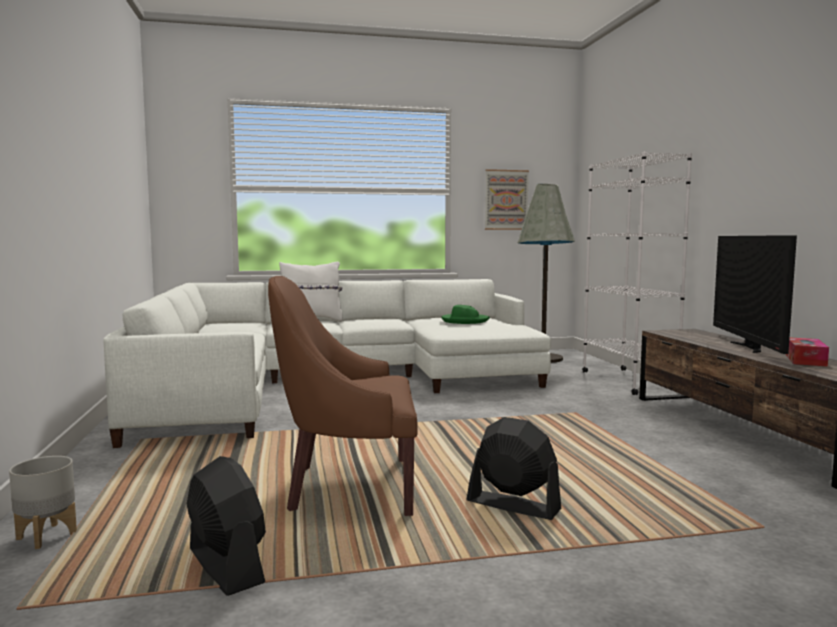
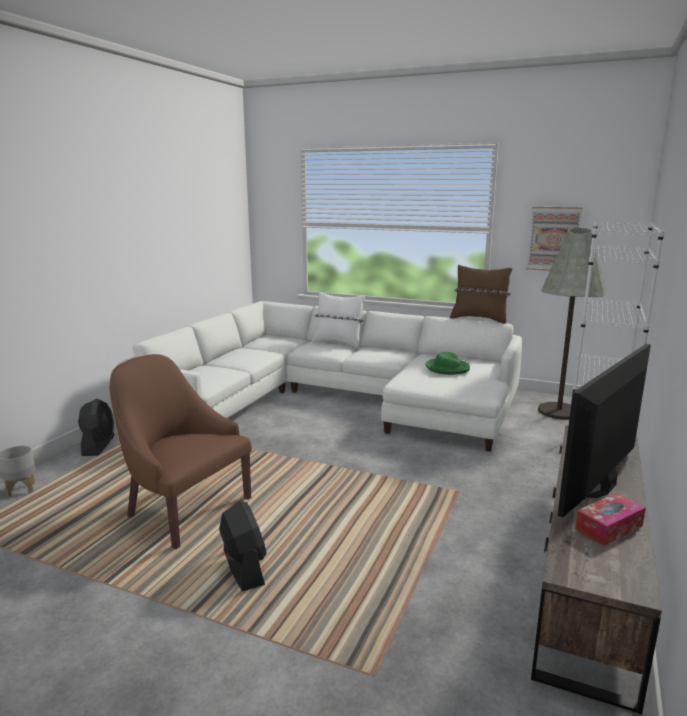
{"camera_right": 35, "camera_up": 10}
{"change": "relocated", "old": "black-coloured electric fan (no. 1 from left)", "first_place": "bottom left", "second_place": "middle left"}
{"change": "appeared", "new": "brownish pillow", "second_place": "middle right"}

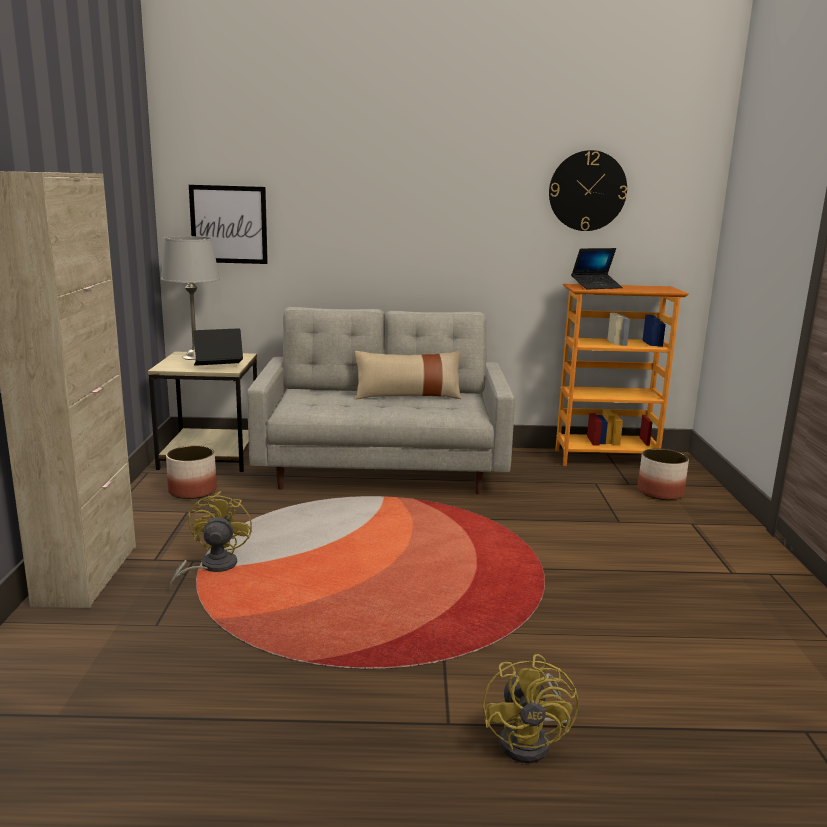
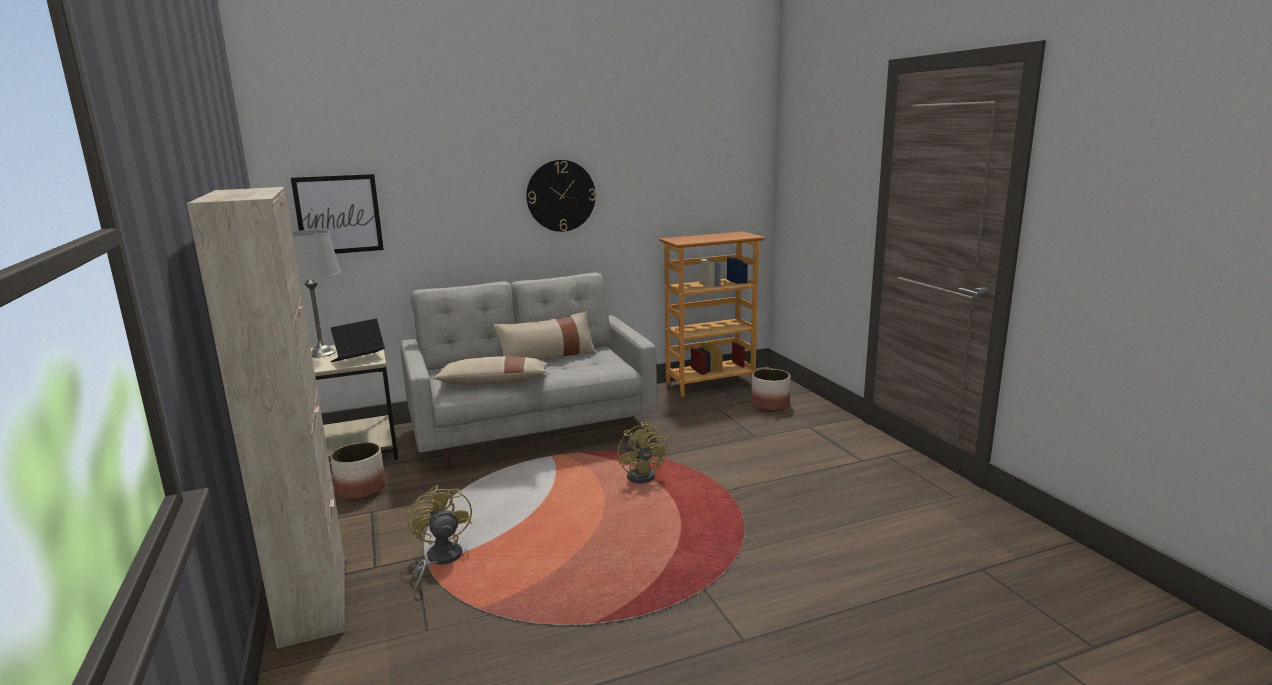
{"camera_right": -20, "camera_up": 0}
{"change": "relocated", "old": "clock on the wall", "first_place": "top right", "second_place": "top centre"}
{"change": "missing", "old": "portable computer (no. 2 from left)", "first_place": "top right"}
{"change": "relocated", "old": "yellow electric fan (no. 2 from left)", "first_place": "bottom centre", "second_place": "centre"}
{"change": "appeared", "new": "beige-coloured pillow (no. 1 from left)", "second_place": "centre"}

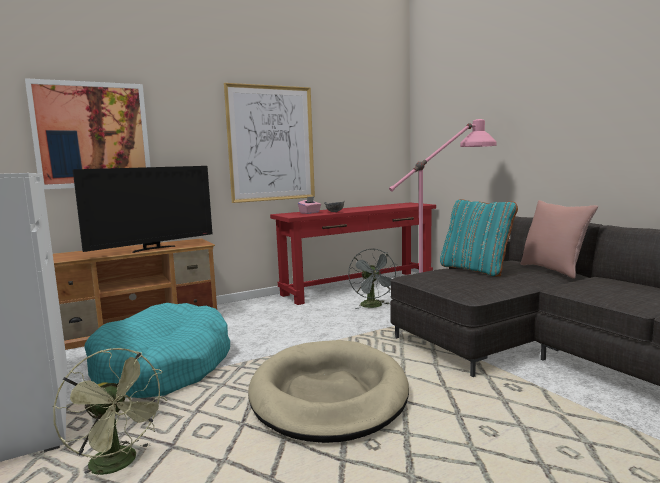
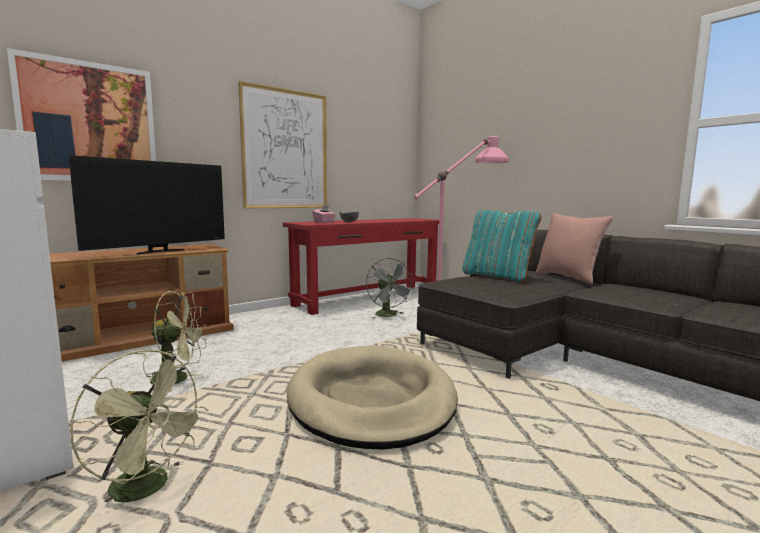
{"camera_right": -10, "camera_up": 0}
{"change": "exchanged", "old": "turquoise-coloured dog bed", "new": "greenish electric fan (no. 2 from left)", "first_place": "bottom left", "second_place": "middle left"}

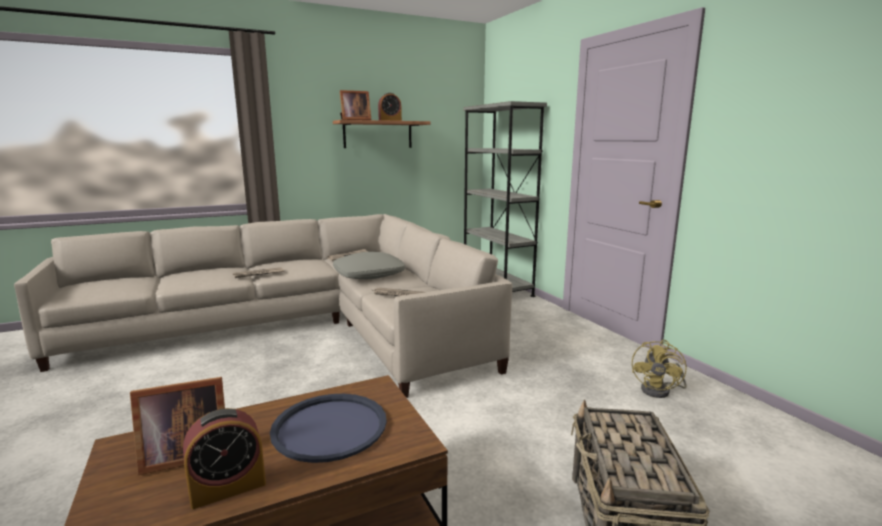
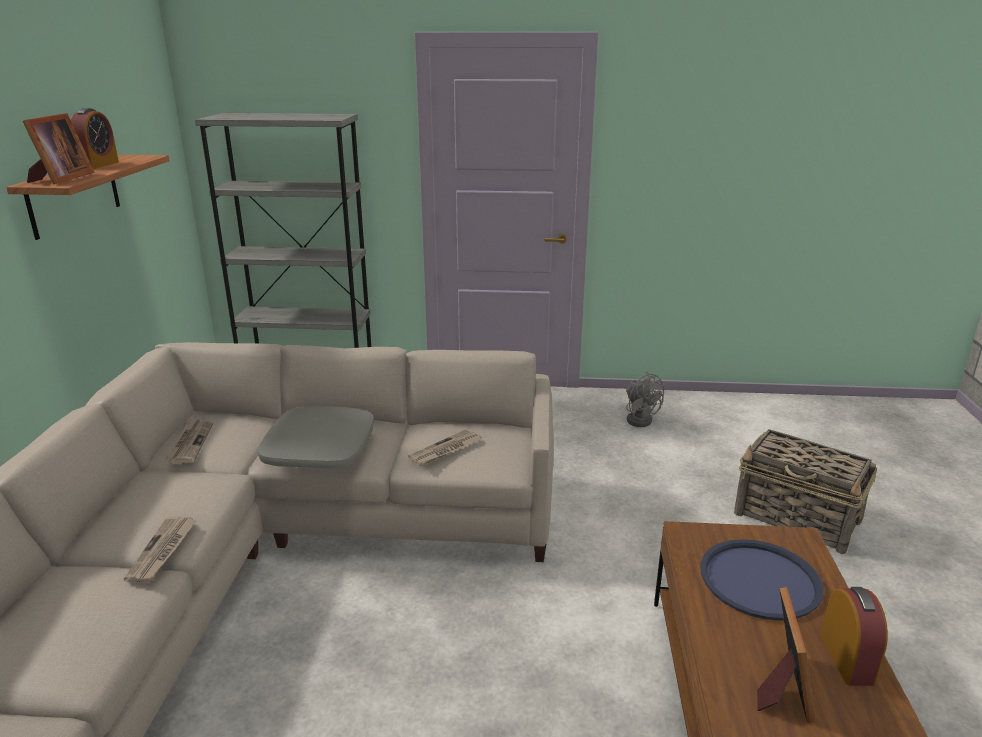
{"camera_right": -60, "camera_up": 10}
{"change": "colour", "old": "yellow electric fan", "new": "grey electric fan", "first_place": "bottom right", "second_place": "centre"}

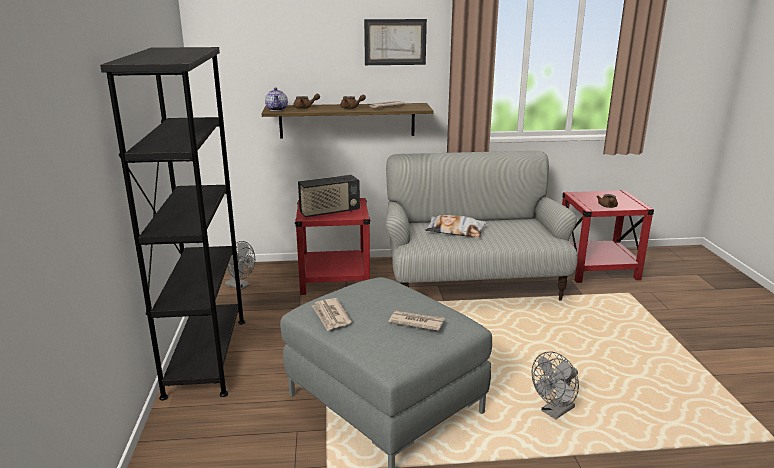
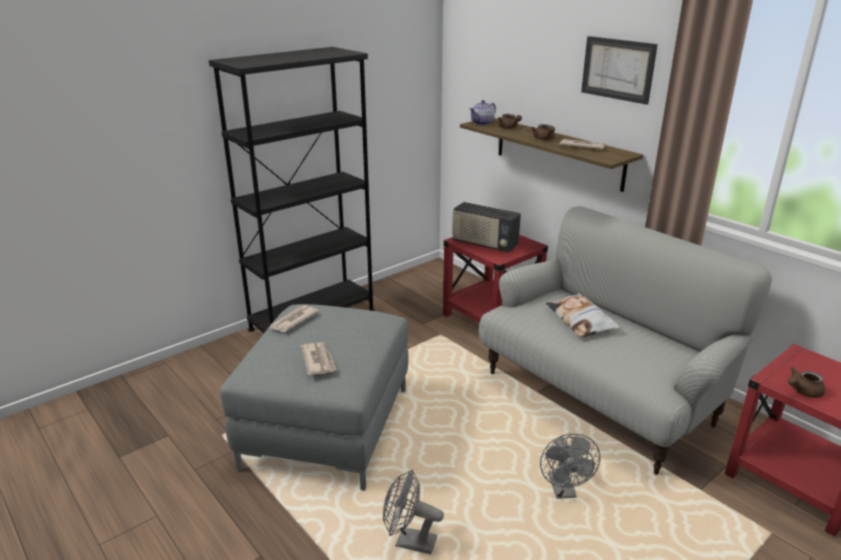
{"camera_right": 55, "camera_up": 5}
{"change": "relocated", "old": "grey electric fan (no. 1 from left in the first image)", "new": "grey electric fan (no. 2 from left)", "first_place": "middle left", "second_place": "bottom right"}

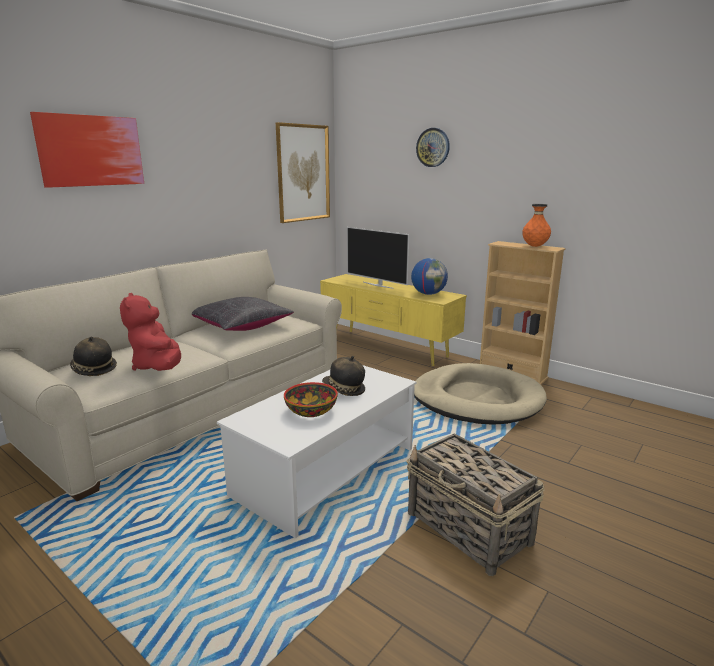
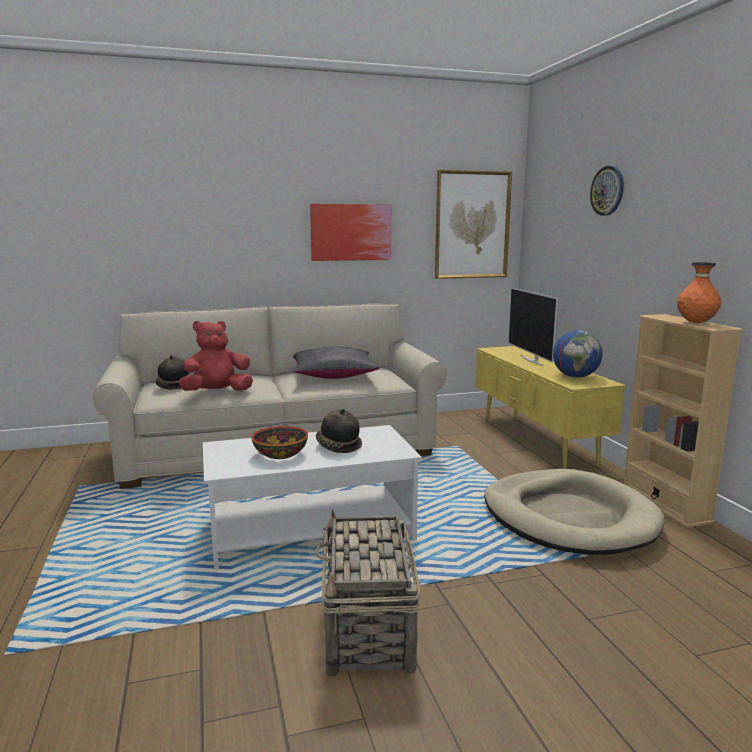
{"camera_right": 35, "camera_up": -5}
{"change": "relocated", "old": "wall art (no. 1 from left)", "first_place": "top left", "second_place": "top centre"}
{"change": "spun", "old": "reddish plush toy", "first_place": "middle left", "second_place": "middle left", "degrees": 45}

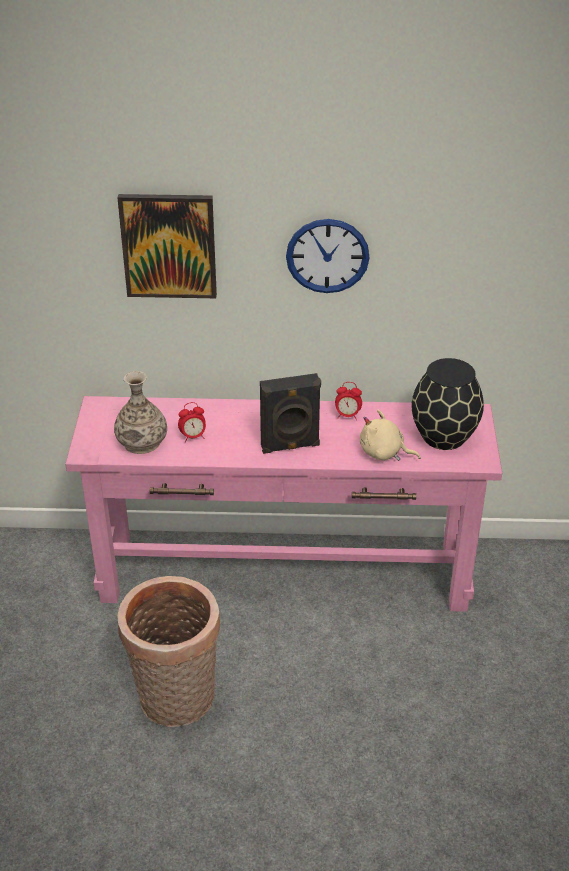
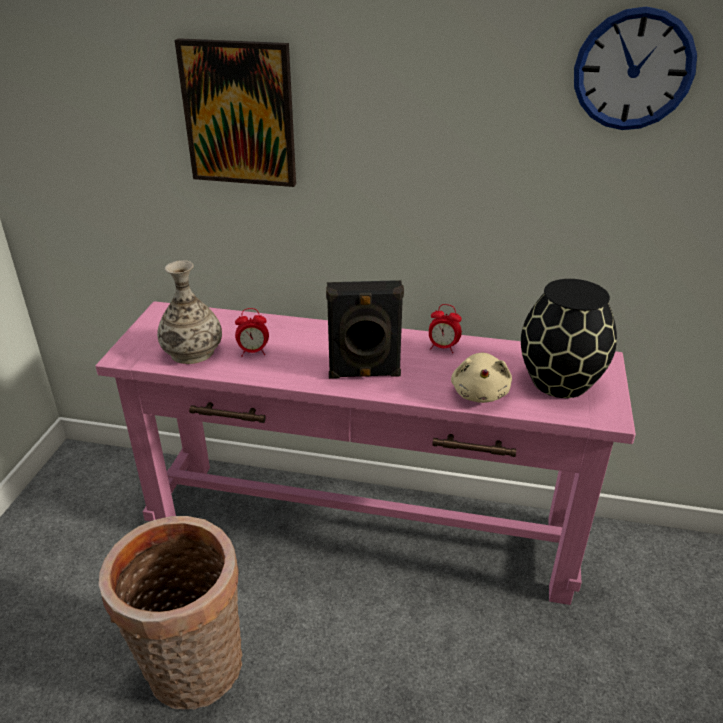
{"camera_right": 10, "camera_up": -5}
{"change": "relocated", "old": "clock on the wall", "first_place": "top centre", "second_place": "top right"}
{"change": "spun", "old": "beige-coloured plush toy", "first_place": "middle right", "second_place": "centre", "degrees": -120}

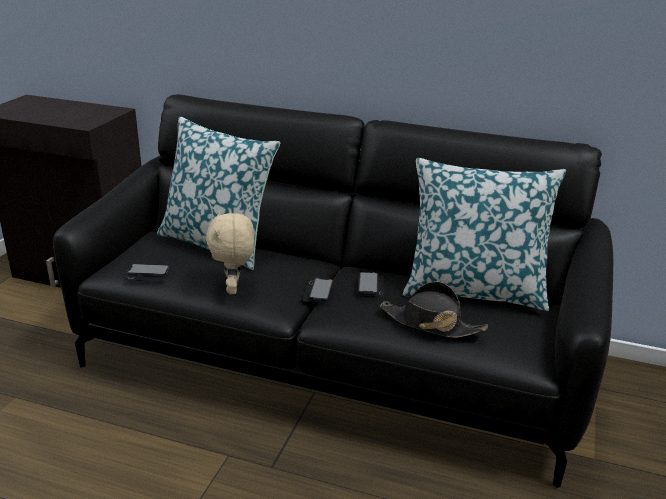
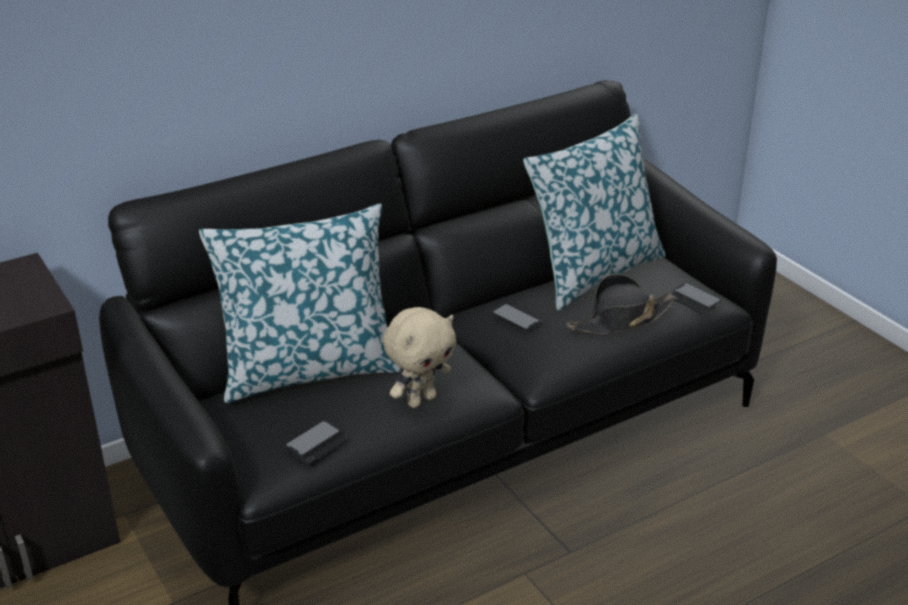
{"camera_right": -50, "camera_up": 5}
{"change": "spun", "old": "beige-coloured plush toy", "first_place": "centre", "second_place": "centre", "degrees": -75}
{"change": "relocated", "old": "handset (no. 2 from left in the first image)", "new": "handset (no. 3 from left)", "first_place": "centre", "second_place": "middle right"}

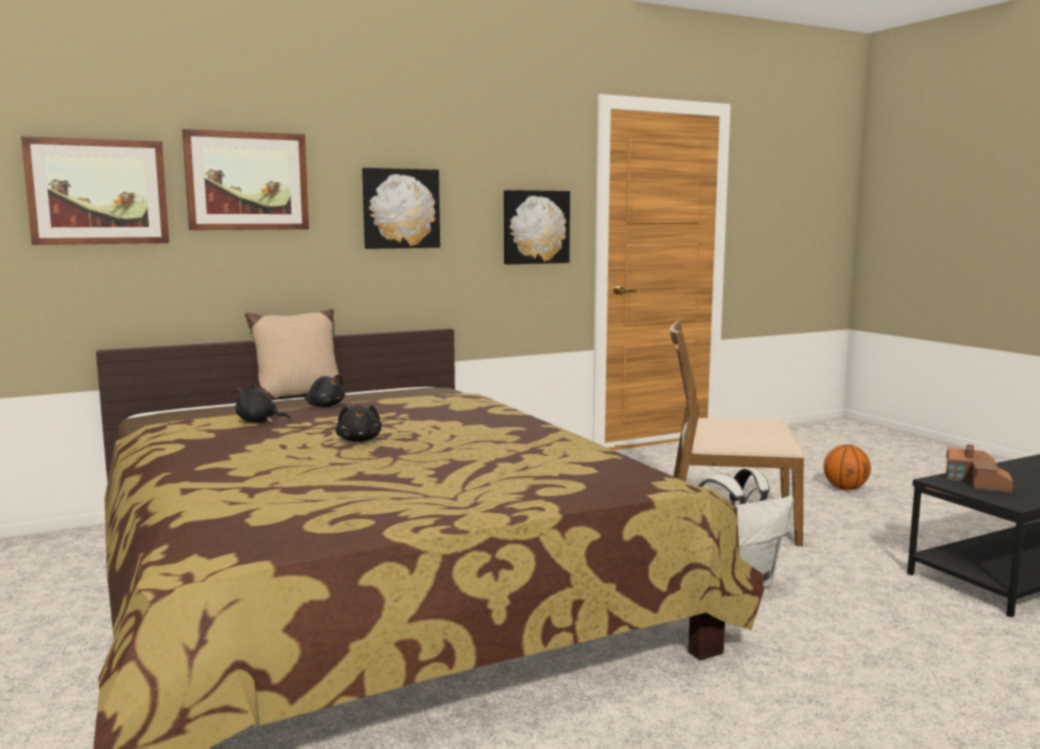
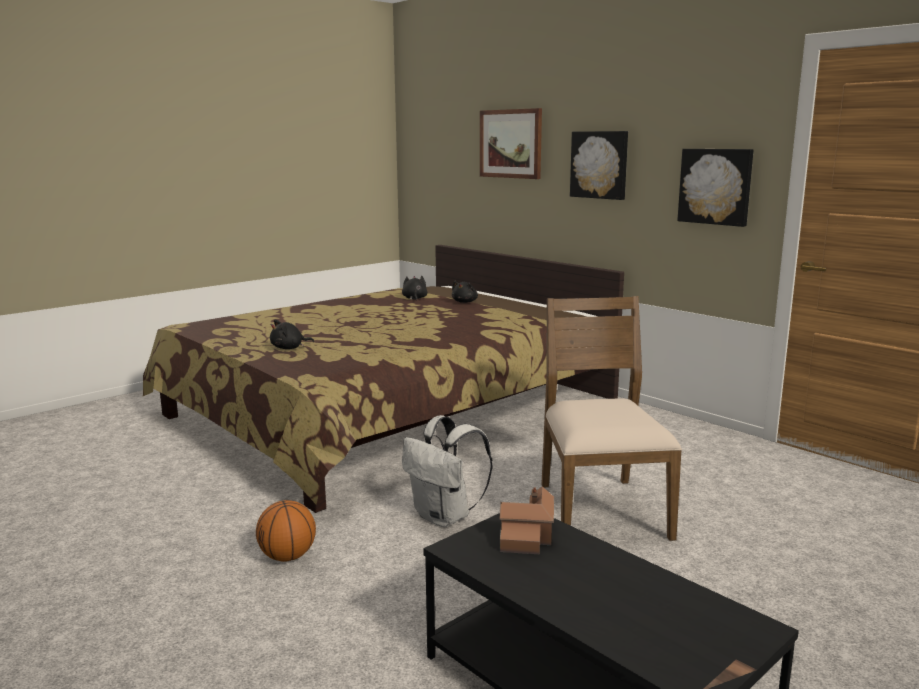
{"camera_right": 75, "camera_up": 5}
{"change": "missing", "old": "wall art (no. 1 from left)", "first_place": "top left"}
{"change": "missing", "old": "beige-coloured pillow", "first_place": "middle left"}
{"change": "relocated", "old": "black-coloured plush toy (no. 3 from left in the first image)", "new": "black-coloured plush toy (no. 1 from left)", "first_place": "centre", "second_place": "middle left"}
{"change": "relocated", "old": "basketball ball", "first_place": "middle right", "second_place": "bottom left"}

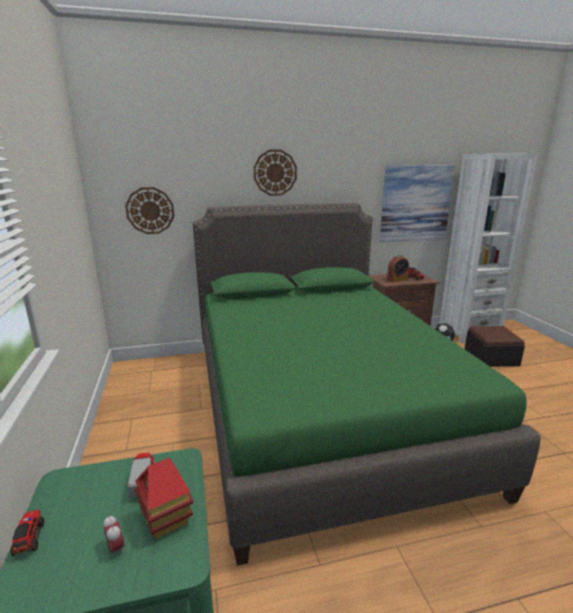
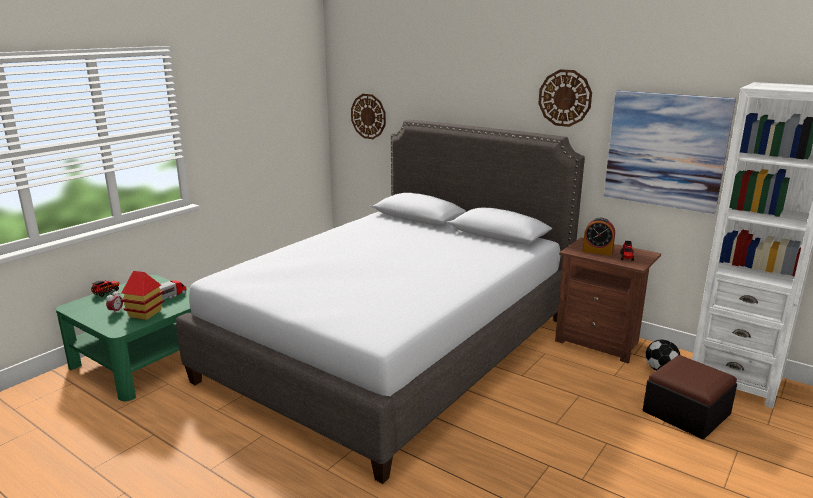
{"camera_right": 50, "camera_up": 0}
{"change": "relocated", "old": "clock on the wall (no. 2 from left)", "first_place": "top centre", "second_place": "top right"}
{"change": "colour", "old": "greenish sleeping bed", "new": "grey sleeping bed", "first_place": "centre", "second_place": "centre"}

